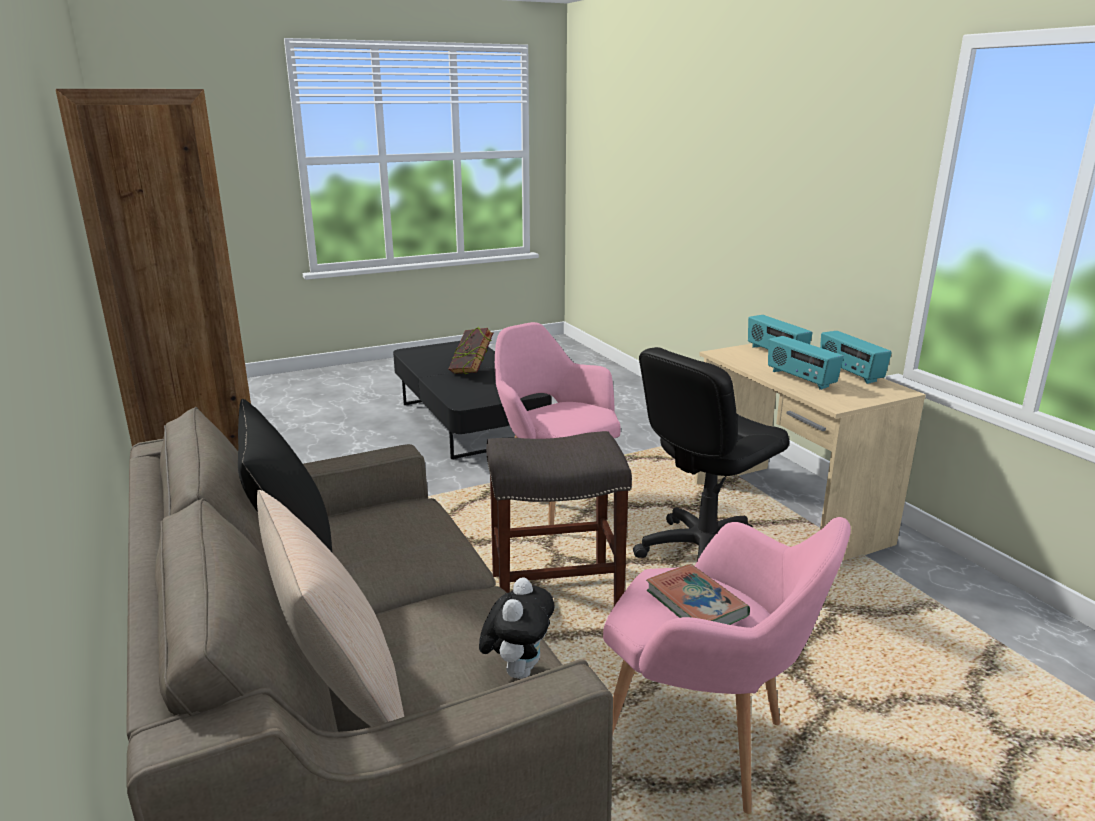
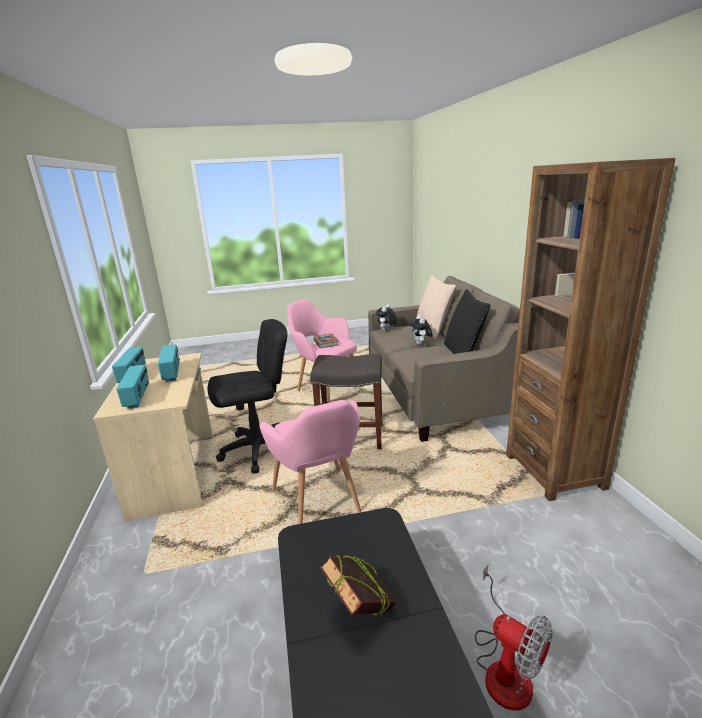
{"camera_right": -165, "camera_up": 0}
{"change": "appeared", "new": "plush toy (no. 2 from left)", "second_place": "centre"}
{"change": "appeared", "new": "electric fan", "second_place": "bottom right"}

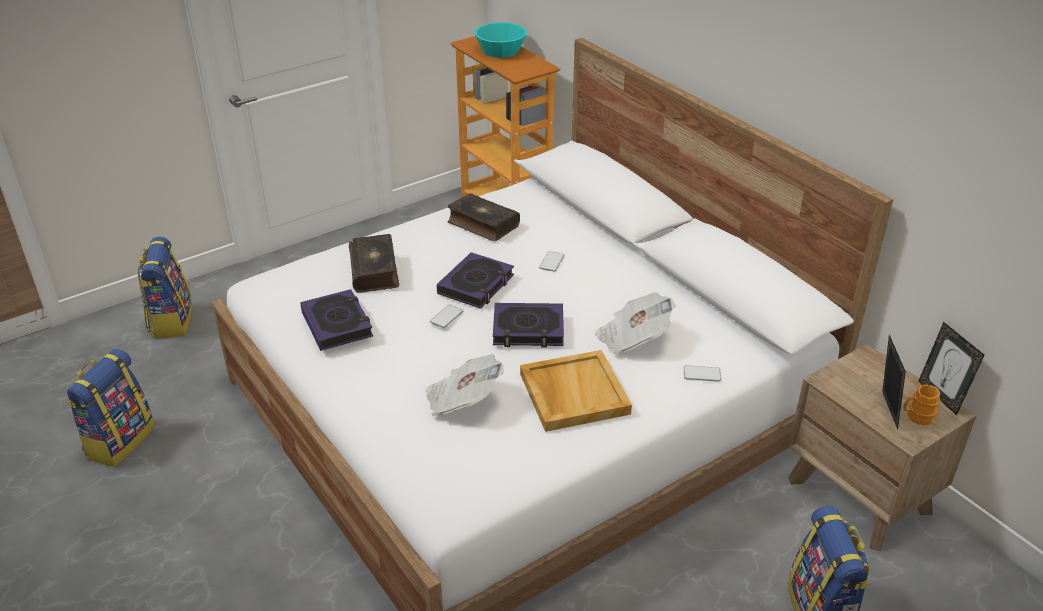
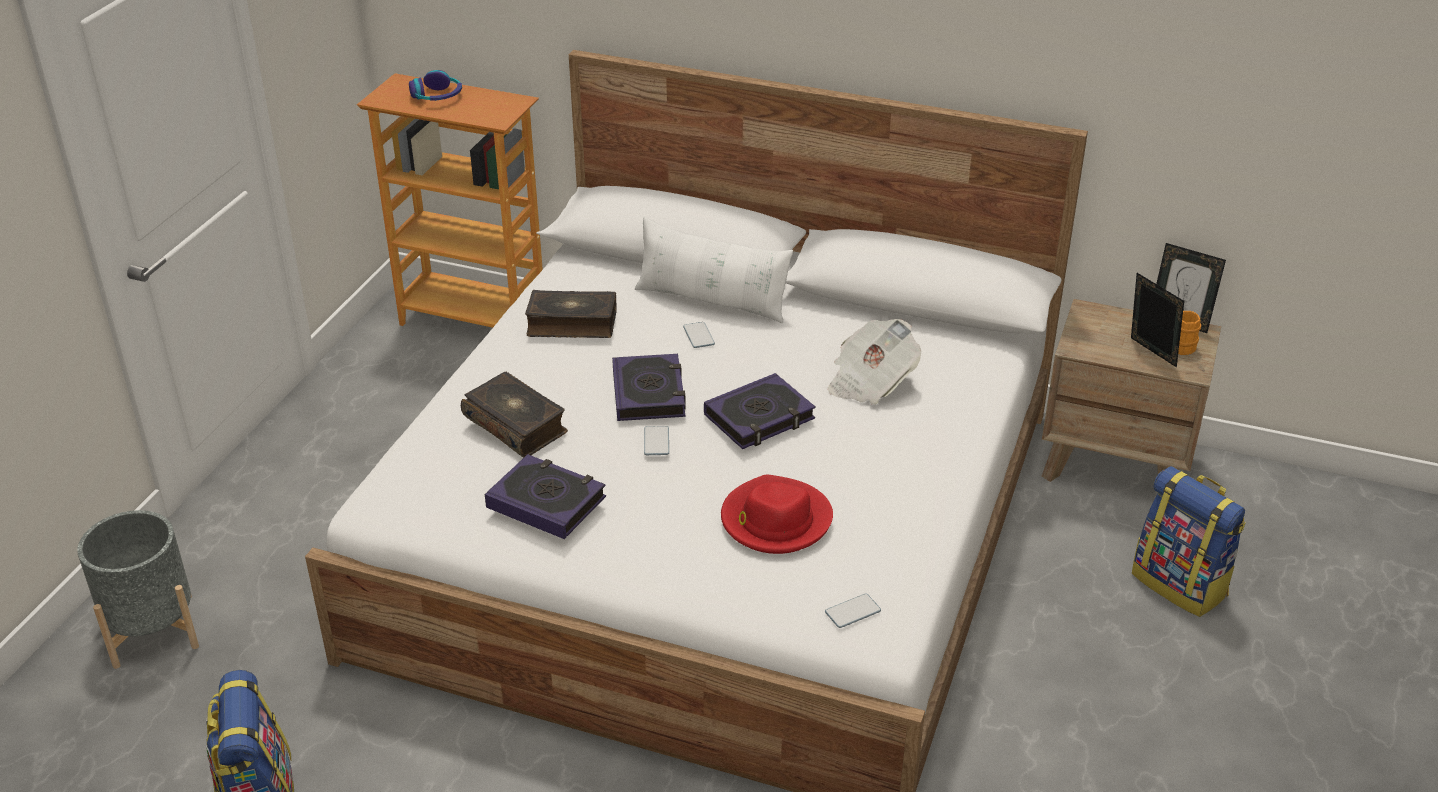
{"camera_right": -35, "camera_up": 0}
{"change": "exchanged", "old": "turquoise-coloured deep dish", "new": "pair of headphones", "first_place": "top centre", "second_place": "top left"}
{"change": "exchanged", "old": "backpack (no. 2 from left)", "new": "grey planter", "first_place": "middle left", "second_place": "bottom left"}
{"change": "missing", "old": "beige-coloured serving tray", "first_place": "centre"}
{"change": "exchanged", "old": "newspaper (no. 1 from left)", "new": "reddish hat", "first_place": "centre", "second_place": "centre"}
{"change": "relocated", "old": "handset (no. 3 from left)", "first_place": "middle right", "second_place": "bottom centre"}
{"change": "appeared", "new": "white-coloured pillow", "second_place": "centre"}

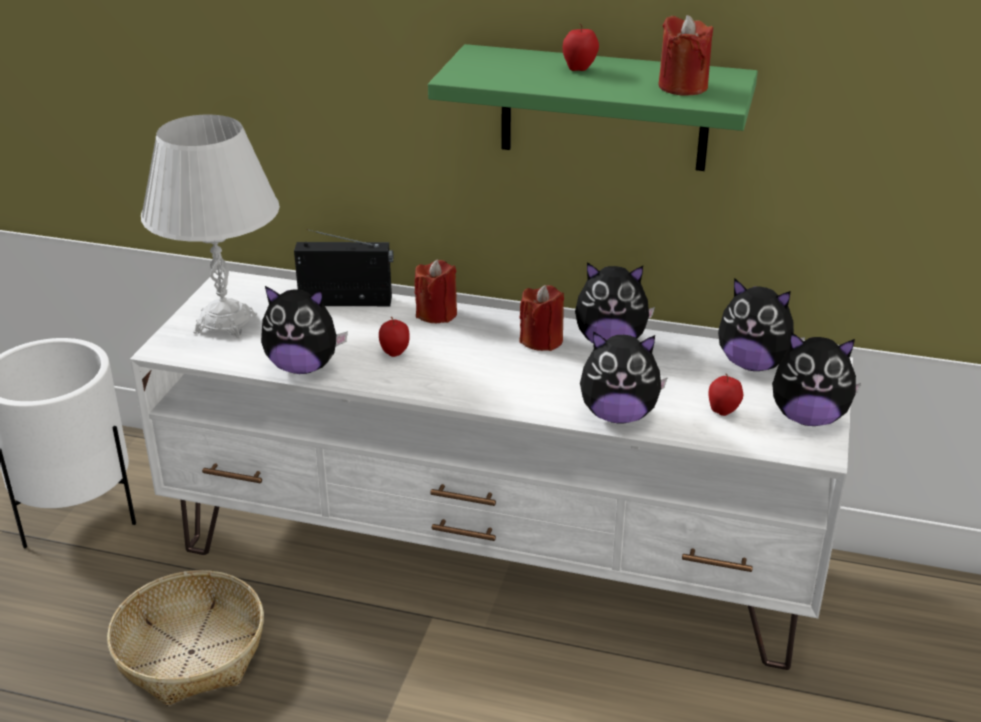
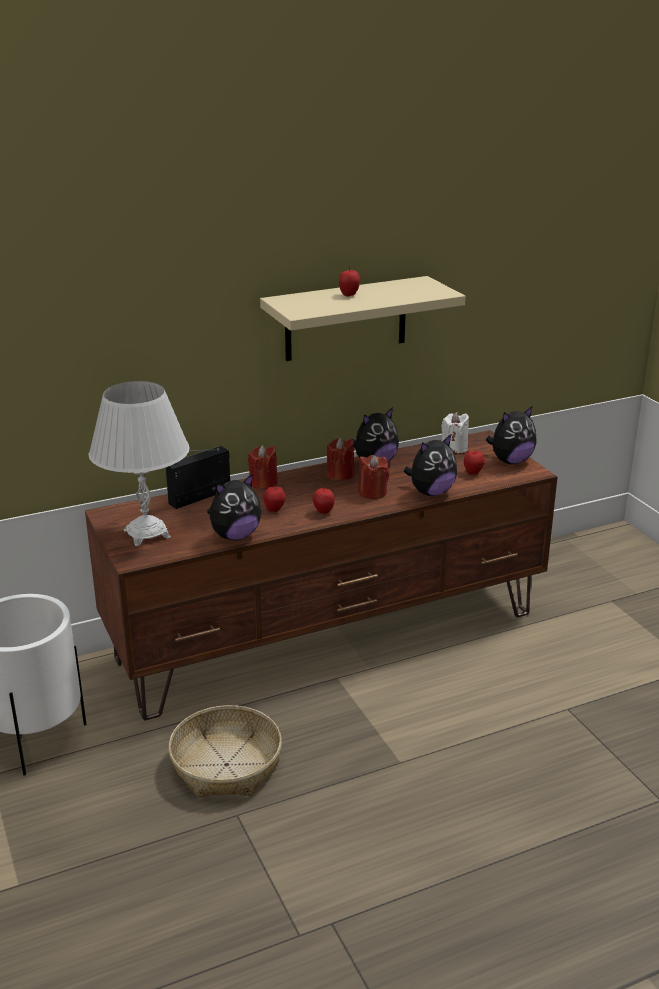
{"camera_right": -40, "camera_up": -5}
{"change": "relocated", "old": "reddish wax light (no. 3 from left)", "first_place": "top right", "second_place": "centre"}
{"change": "colour", "old": "greenish wall shelf", "new": "beige-coloured wall shelf", "first_place": "top centre", "second_place": "top centre"}
{"change": "colour", "old": "white-coloured tv unit", "new": "brownish tv unit", "first_place": "centre", "second_place": "centre"}
{"change": "exchanged", "old": "plush toy (no. 4 from left)", "new": "white-coloured wax light", "first_place": "middle right", "second_place": "middle right"}
{"change": "appeared", "new": "whole apple (no. 2 from left)", "second_place": "centre"}

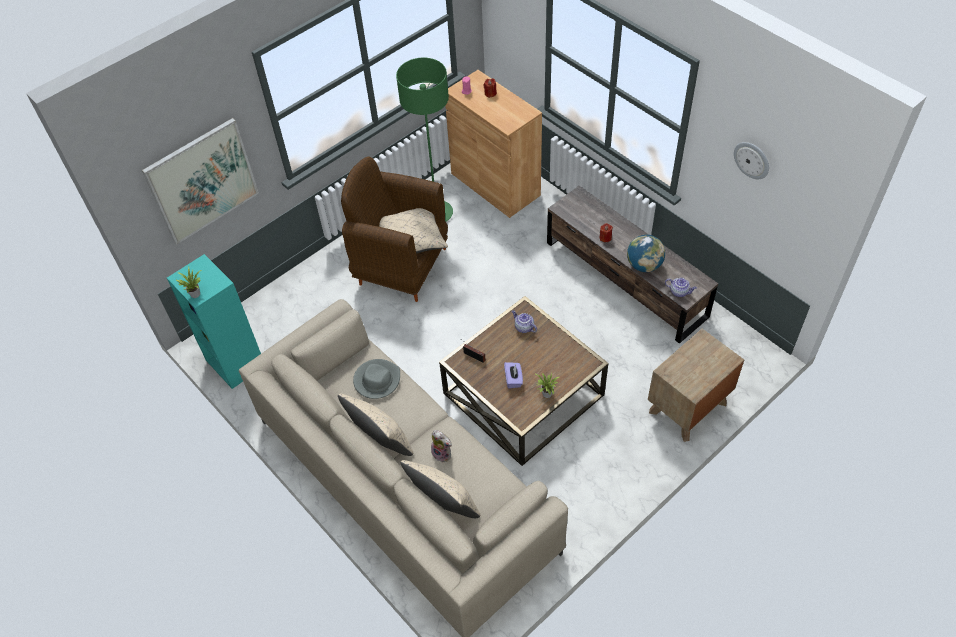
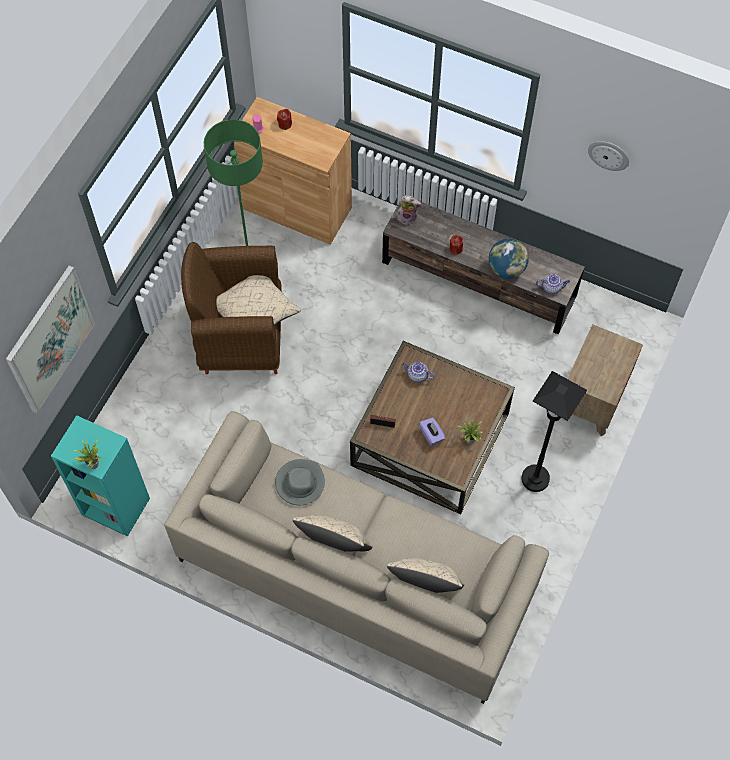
{"camera_right": -25, "camera_up": 10}
{"change": "relocated", "old": "plush toy", "first_place": "bottom centre", "second_place": "top centre"}
{"change": "appeared", "new": "black-coloured standard lamp", "second_place": "middle right"}

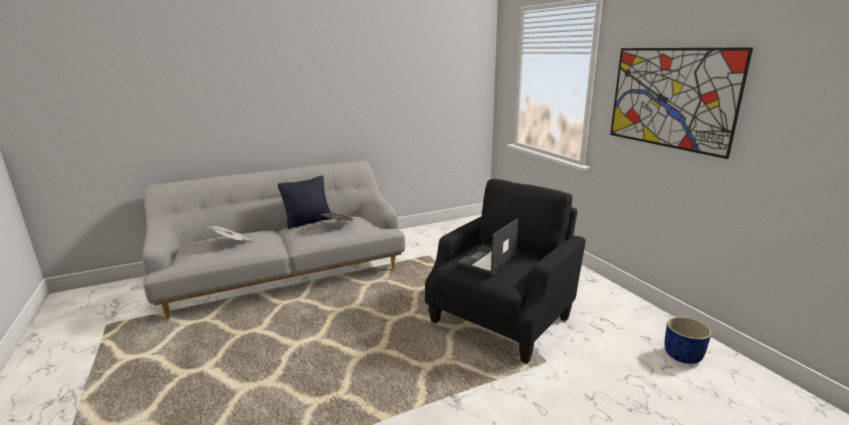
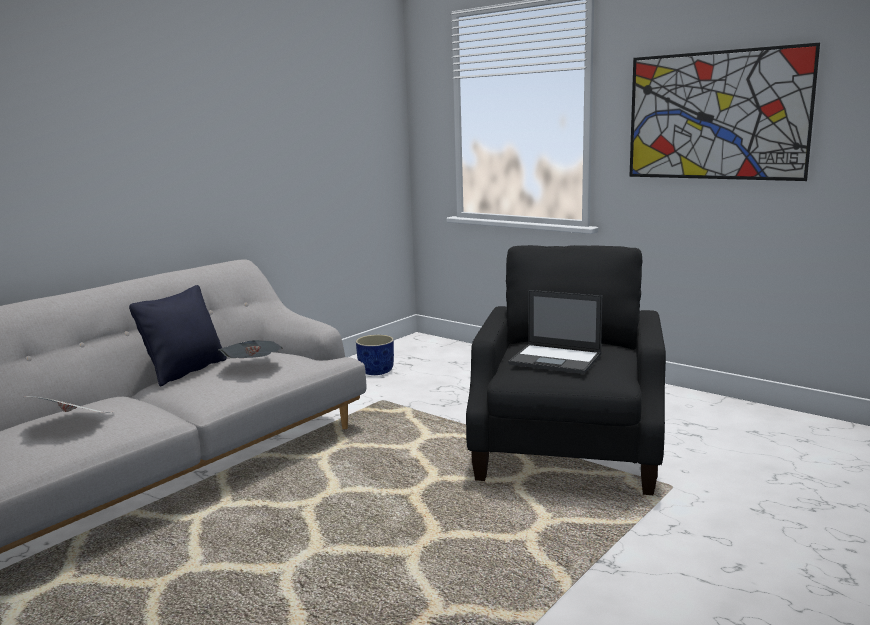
{"camera_right": -25, "camera_up": -5}
{"change": "spun", "old": "portable computer", "first_place": "centre", "second_place": "centre", "degrees": -75}
{"change": "relocated", "old": "blue-coloured planter", "first_place": "bottom right", "second_place": "centre"}

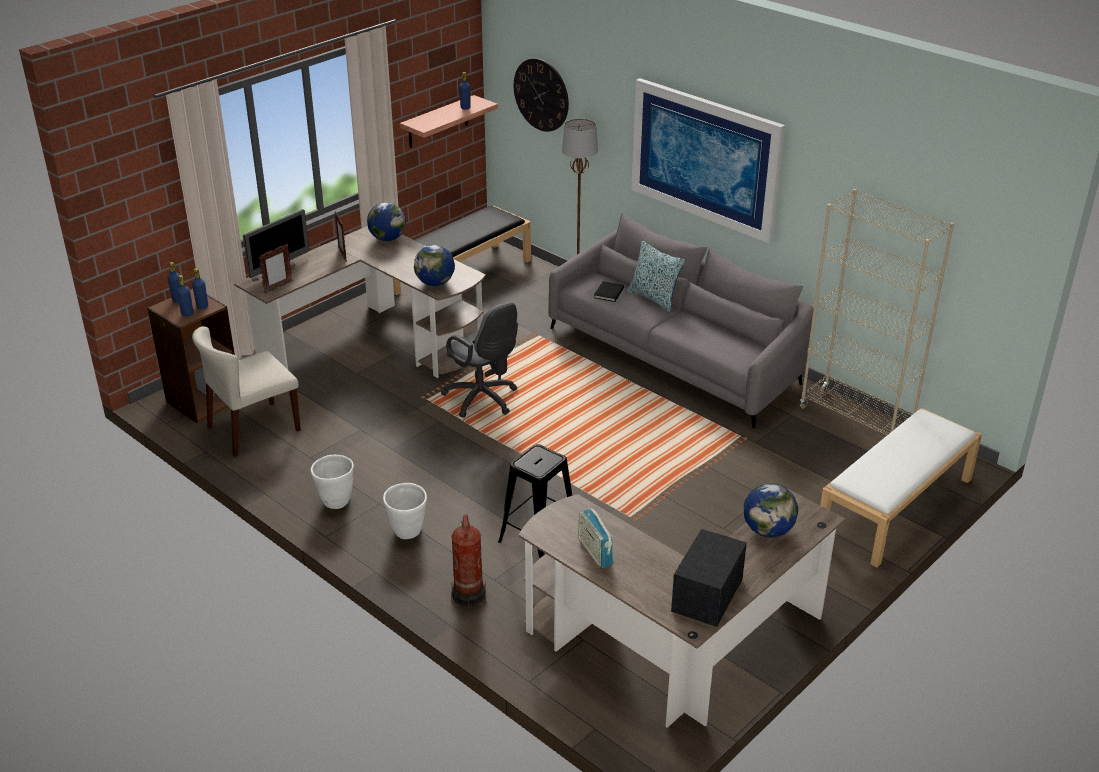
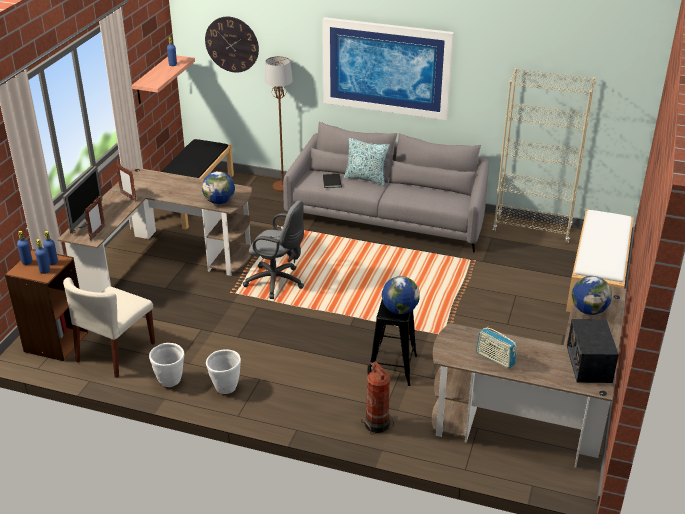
{"camera_right": -25, "camera_up": 0}
{"change": "relocated", "old": "globe (no. 1 from left in the first image)", "new": "globe (no. 2 from left)", "first_place": "top centre", "second_place": "centre"}
{"change": "relocated", "old": "white-coloured planter (no. 2 from left in the first image)", "new": "white-coloured planter (no. 1 from left)", "first_place": "centre", "second_place": "bottom left"}

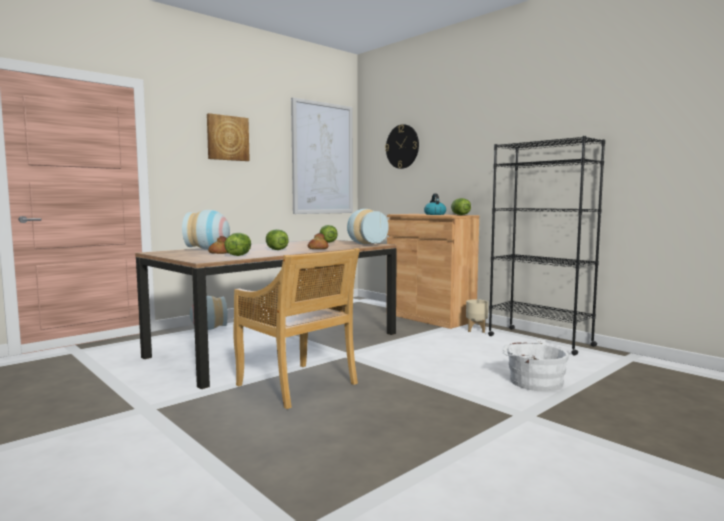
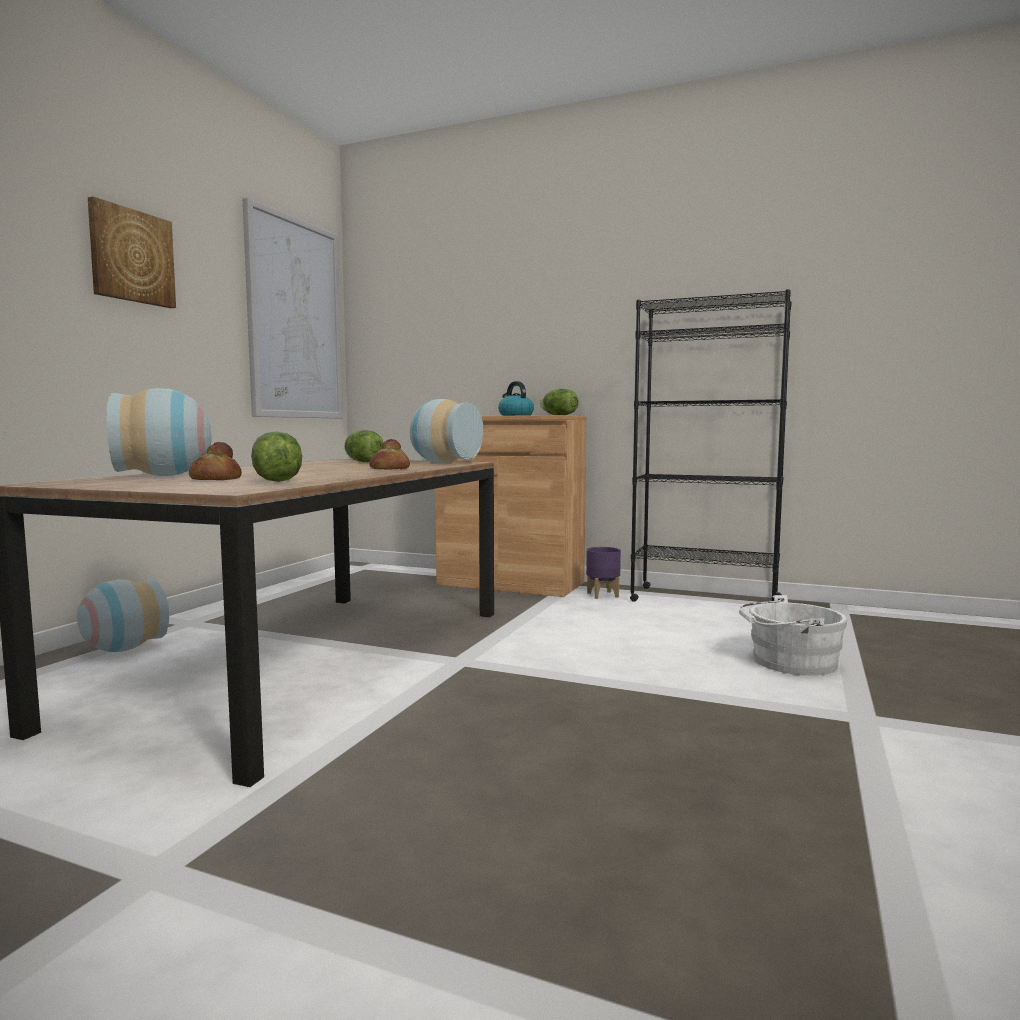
{"camera_right": -25, "camera_up": 0}
{"change": "missing", "old": "clock on the wall", "first_place": "top centre"}
{"change": "missing", "old": "head of lettuce (no. 2 from left)", "first_place": "centre"}
{"change": "missing", "old": "beige-coloured chair", "first_place": "centre"}
{"change": "colour", "old": "beige-coloured planter", "new": "purplish planter", "first_place": "centre", "second_place": "centre"}

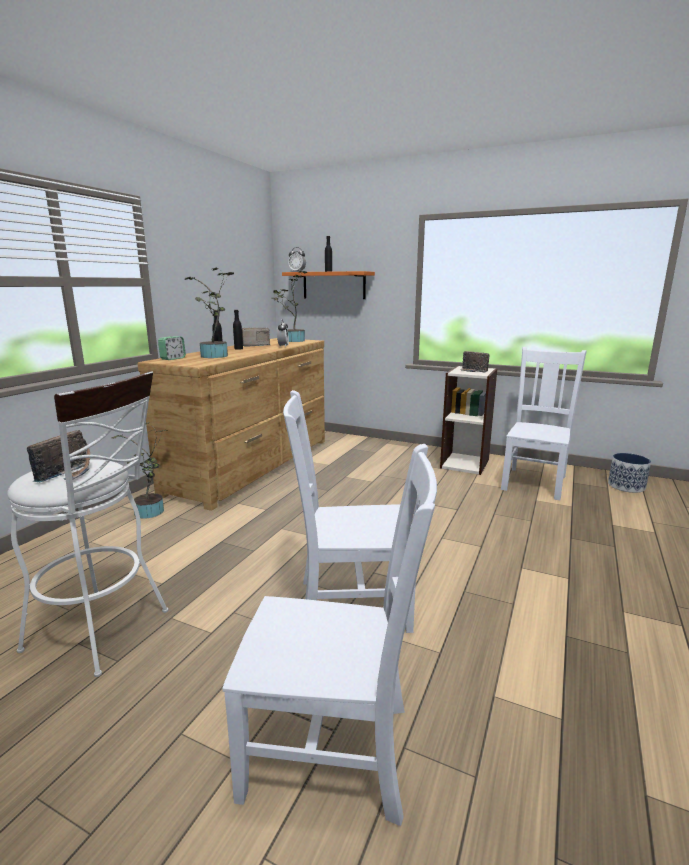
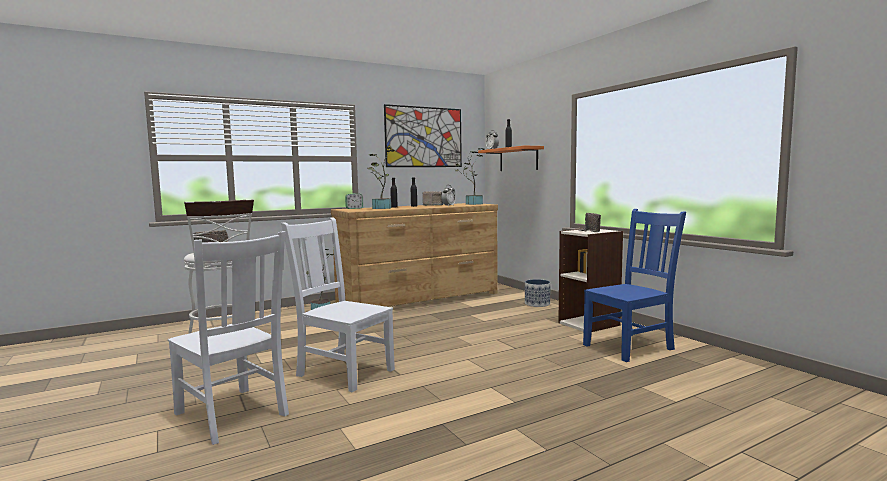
{"camera_right": 35, "camera_up": -10}
{"change": "colour", "old": "white-coloured chair (no. 3 from left)", "new": "blue-coloured chair", "first_place": "middle right", "second_place": "middle right"}
{"change": "relocated", "old": "planter", "first_place": "middle right", "second_place": "centre"}
{"change": "appeared", "new": "wall art", "second_place": "top centre"}

